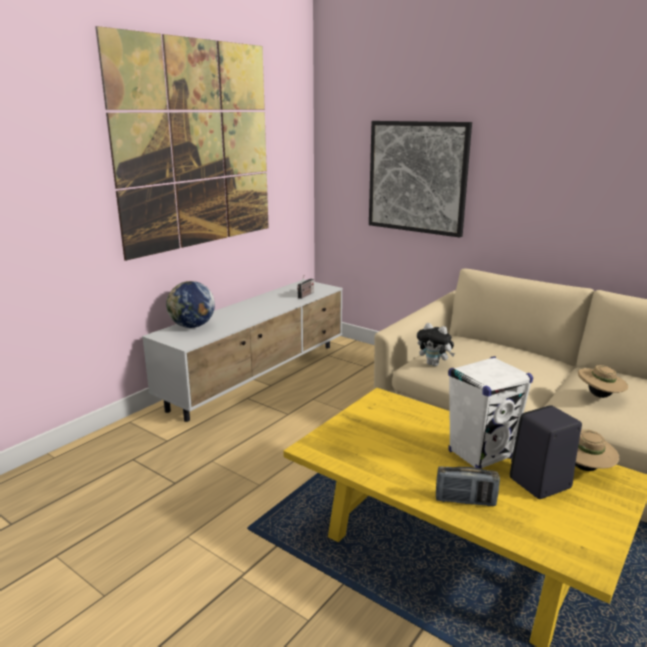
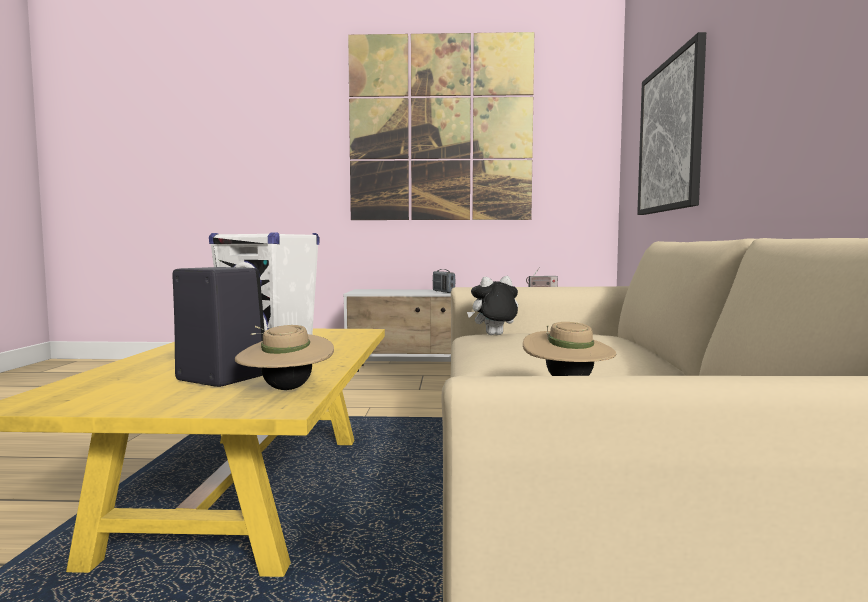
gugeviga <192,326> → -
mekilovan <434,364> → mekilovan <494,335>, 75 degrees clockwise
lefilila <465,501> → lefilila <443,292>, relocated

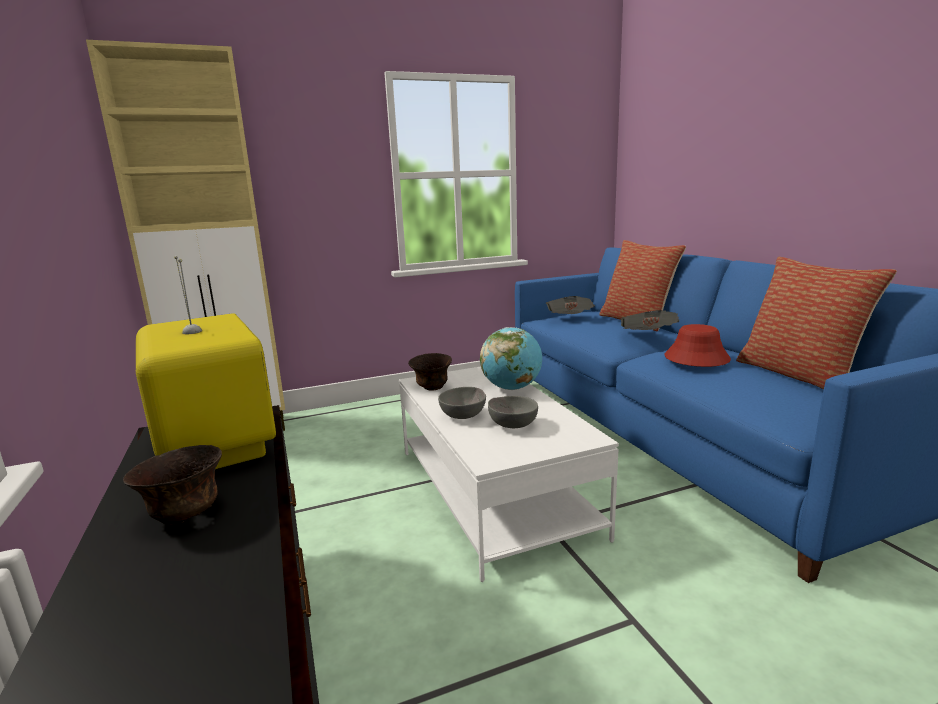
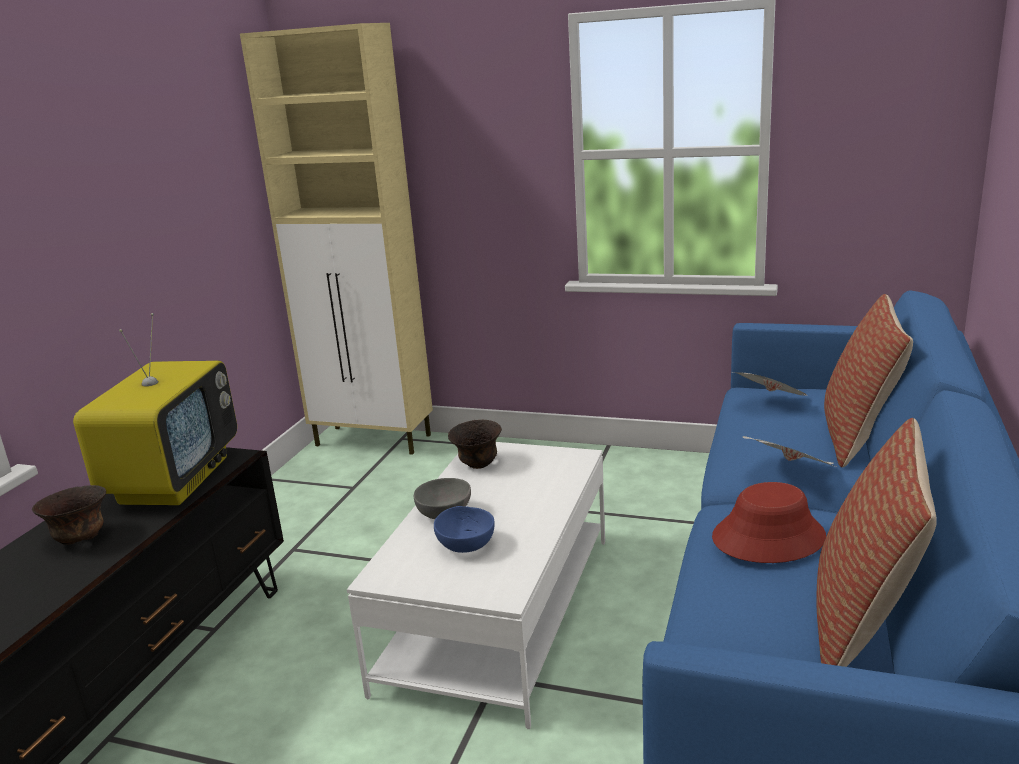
gugeviga <511,388> → -
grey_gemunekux <512,425> → blue_gemunekux <466,545>

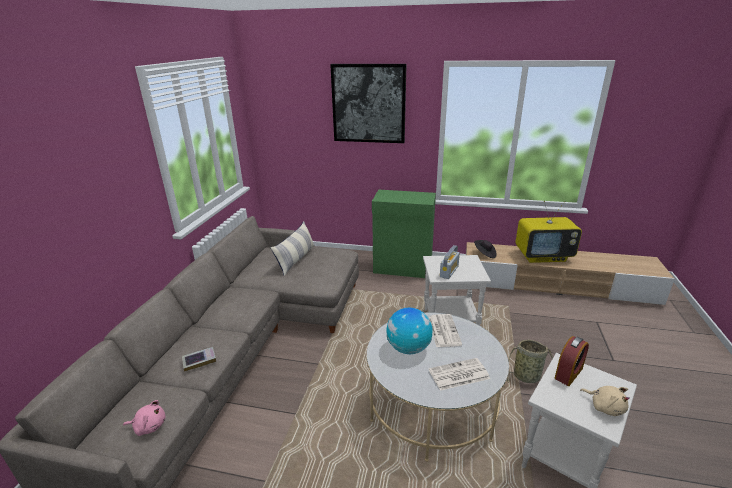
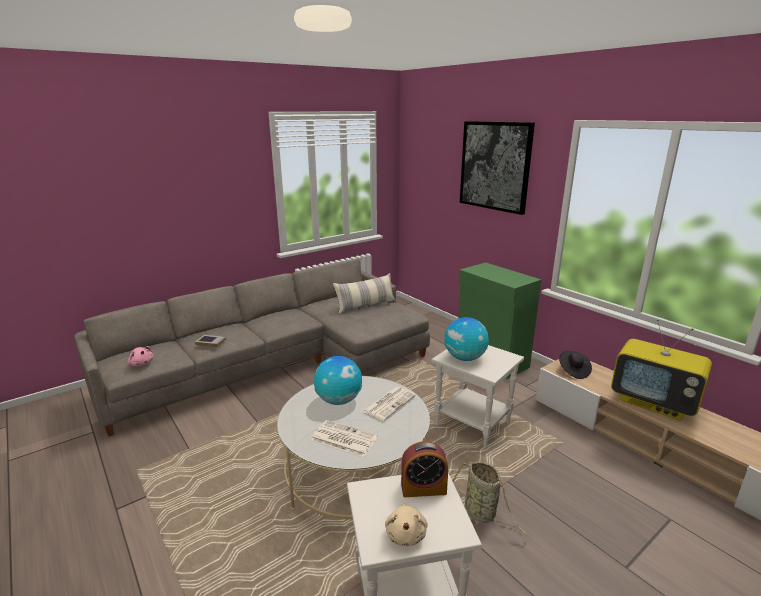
lefilila <449,271> → gugeviga <465,358>

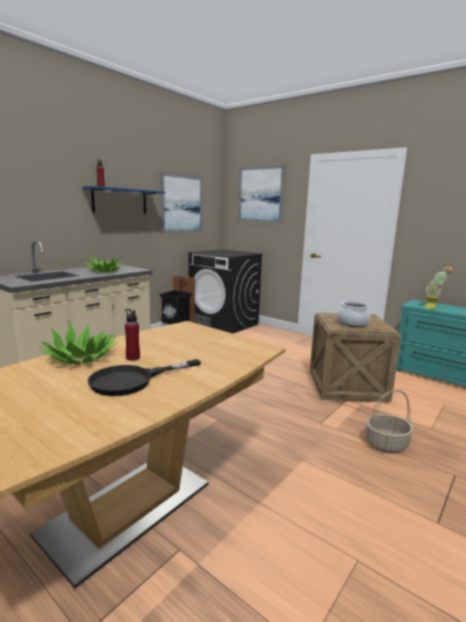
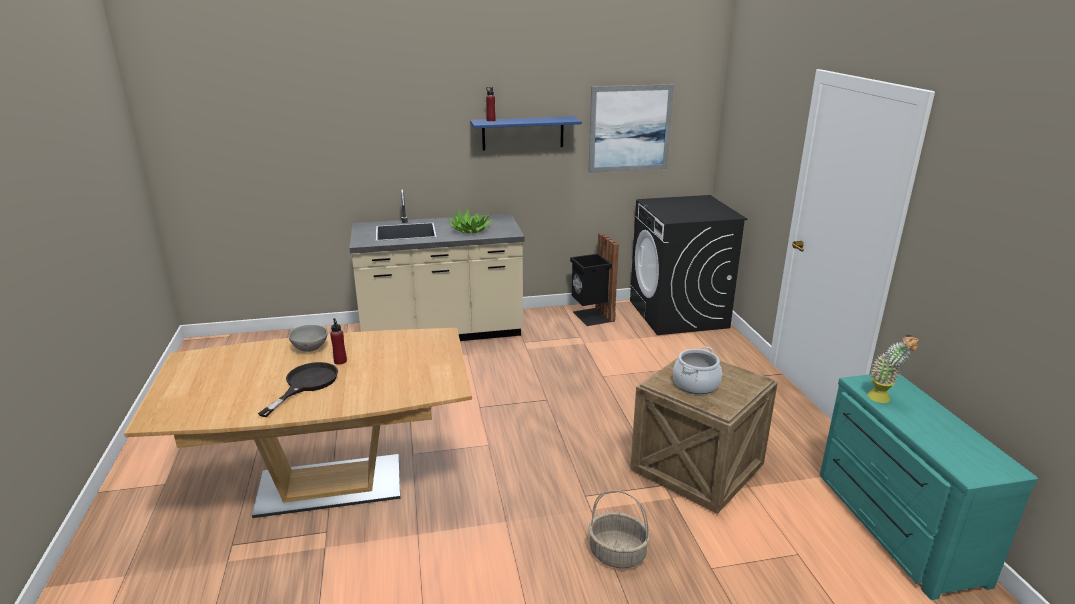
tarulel <260,194> → -
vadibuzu <80,357> → grey_gemunekux <310,348>
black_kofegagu <132,380> → black_kofegagu <306,384>, 105 degrees clockwise

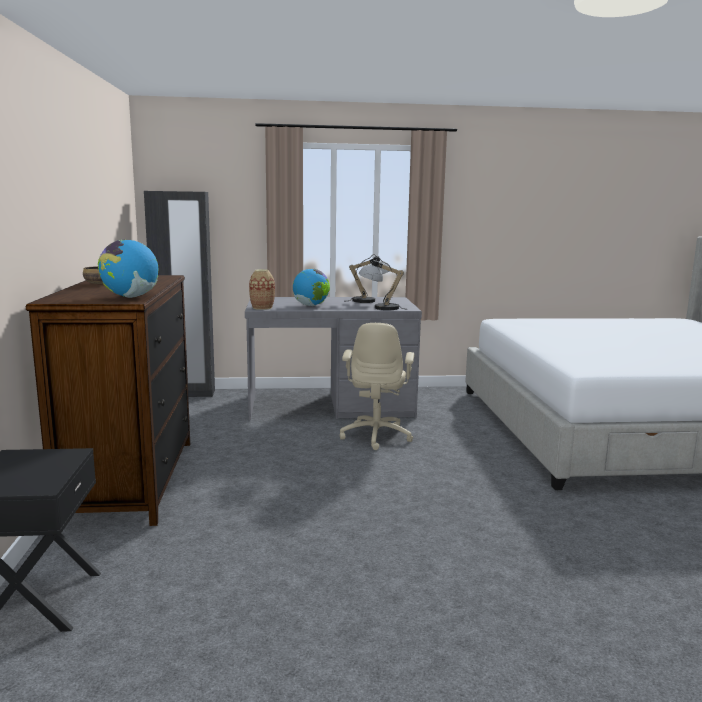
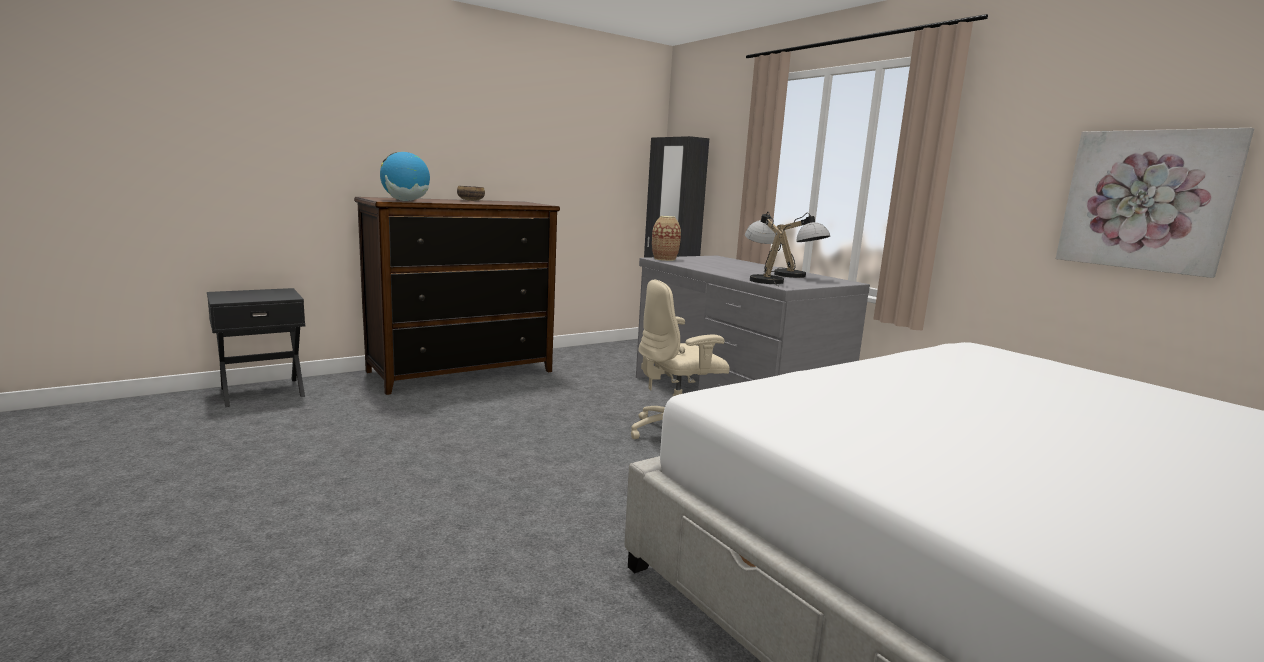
gugeviga <311,305> → -
- → tarulel <1146,200>

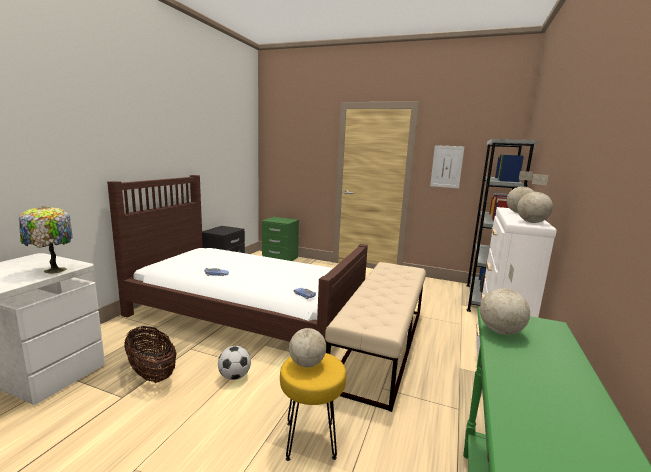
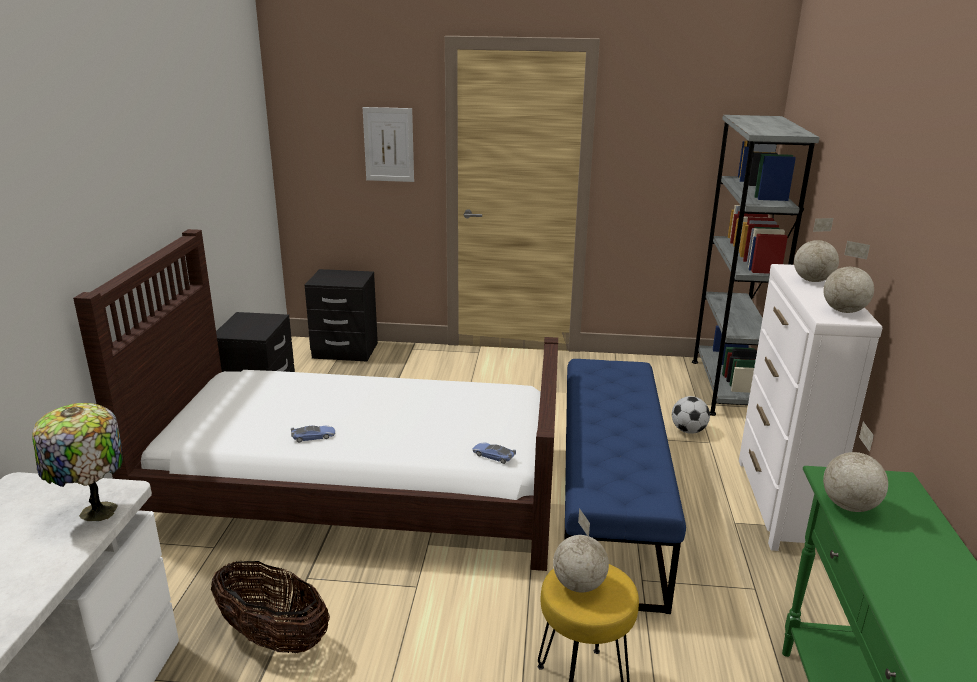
tarulel <446,166> → tarulel <388,144>, relocated
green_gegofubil <280,258> → black_gegofubil <345,351>
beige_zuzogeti <381,345> → blue_zuzogeti <609,505>
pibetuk <234,376> → pibetuk <688,431>, relocated

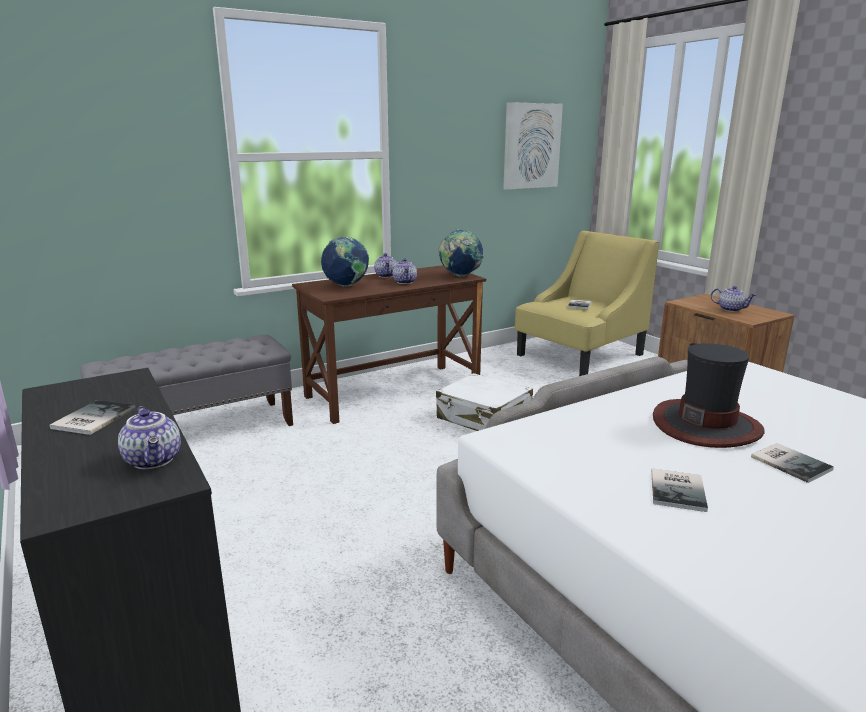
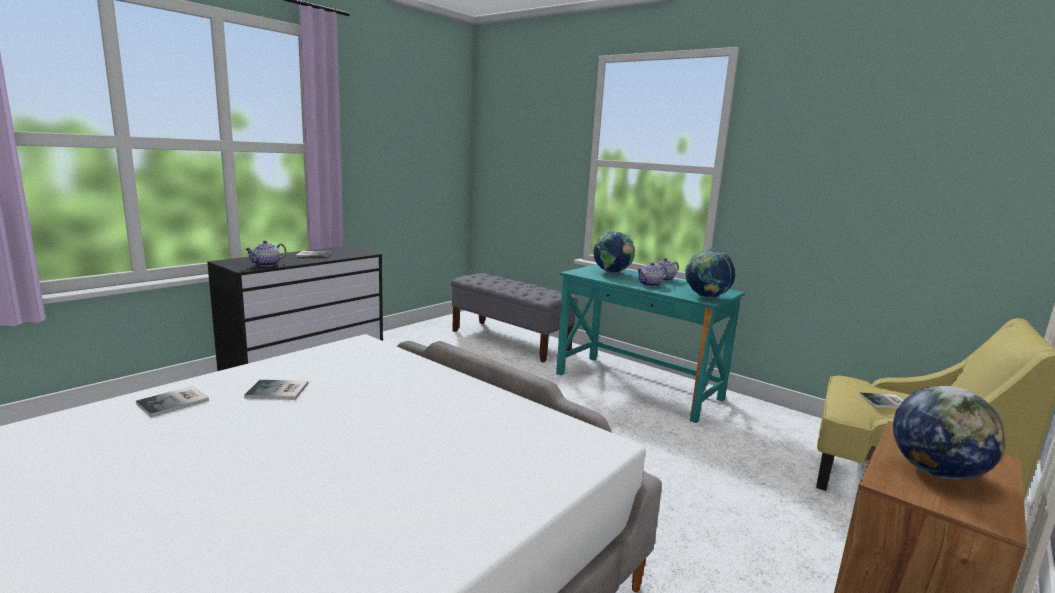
tarulel <531,146> → -
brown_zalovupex <393,392> → turquoise_zalovupex <638,386>
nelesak <731,309> → gugeviga <936,472>
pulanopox <706,425> → -
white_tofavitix <484,418> → -
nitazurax <790,462> → nitazurax <175,402>, relocated

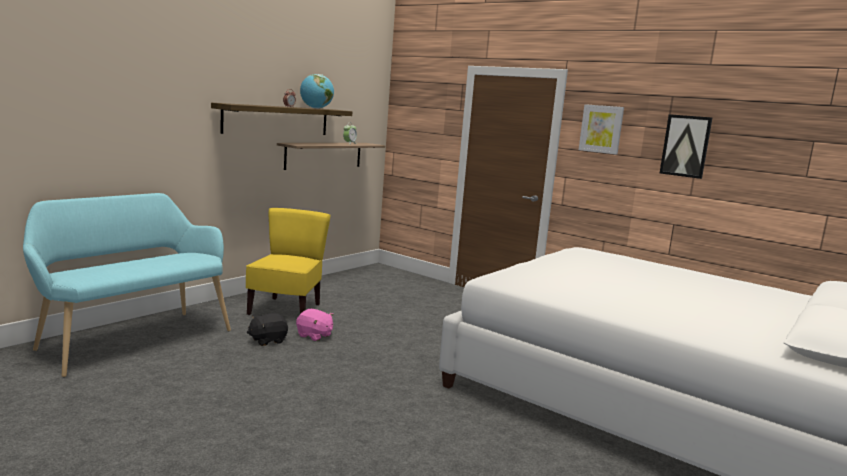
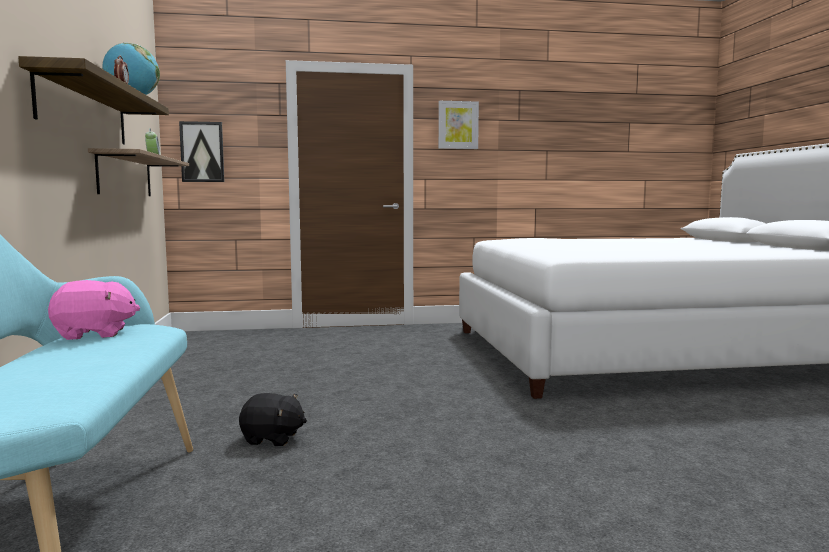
tarulel <685,146> → tarulel <202,152>, relocated
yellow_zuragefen <286,310> → -
pink_mekilovan <314,336> → pink_mekilovan <94,334>, relocated
black_mekilovan <267,340> → black_mekilovan <272,438>, 90 degrees counterclockwise

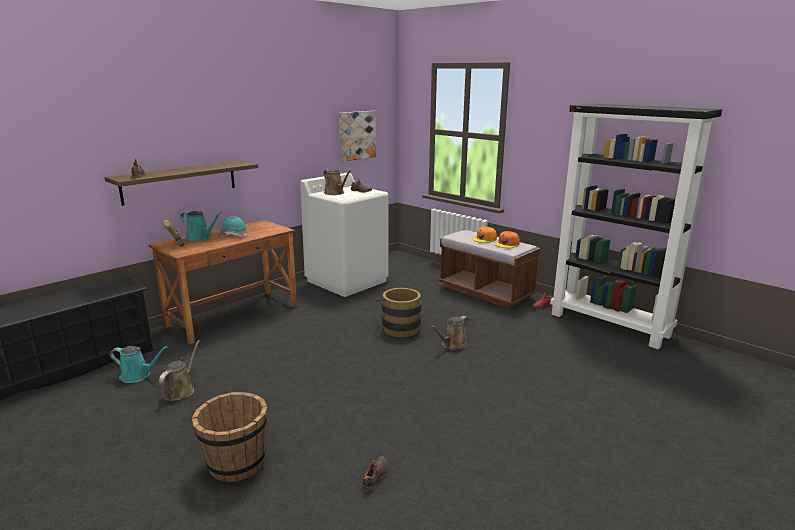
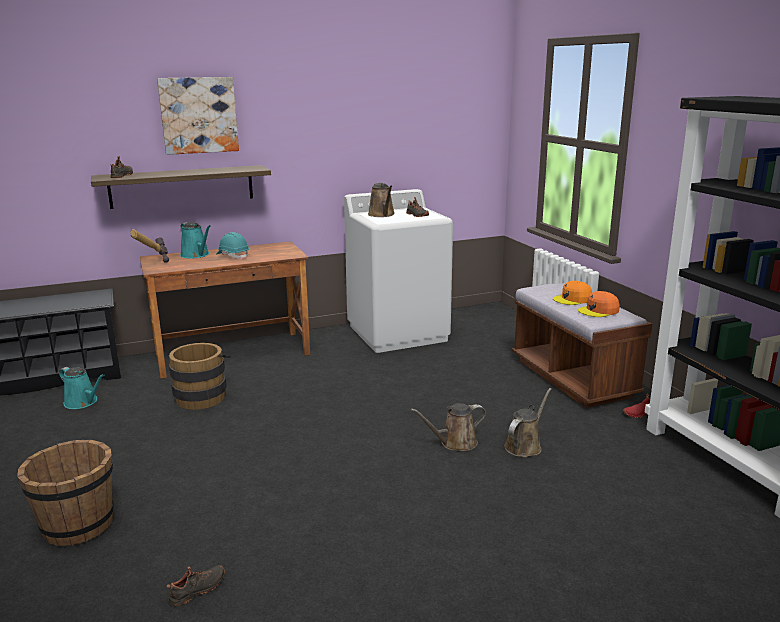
tarulel <357,135> → tarulel <198,115>, relocated
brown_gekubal <399,327> → brown_gekubal <202,396>, relocated
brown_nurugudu <180,390> → brown_nurugudu <525,446>, relocated

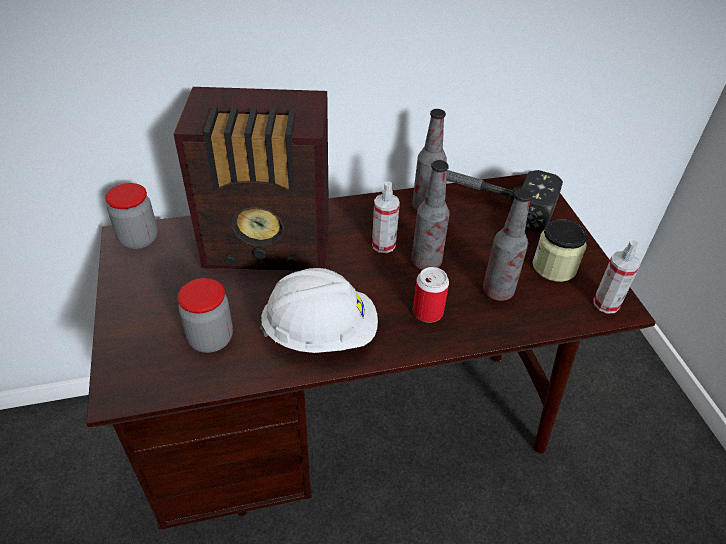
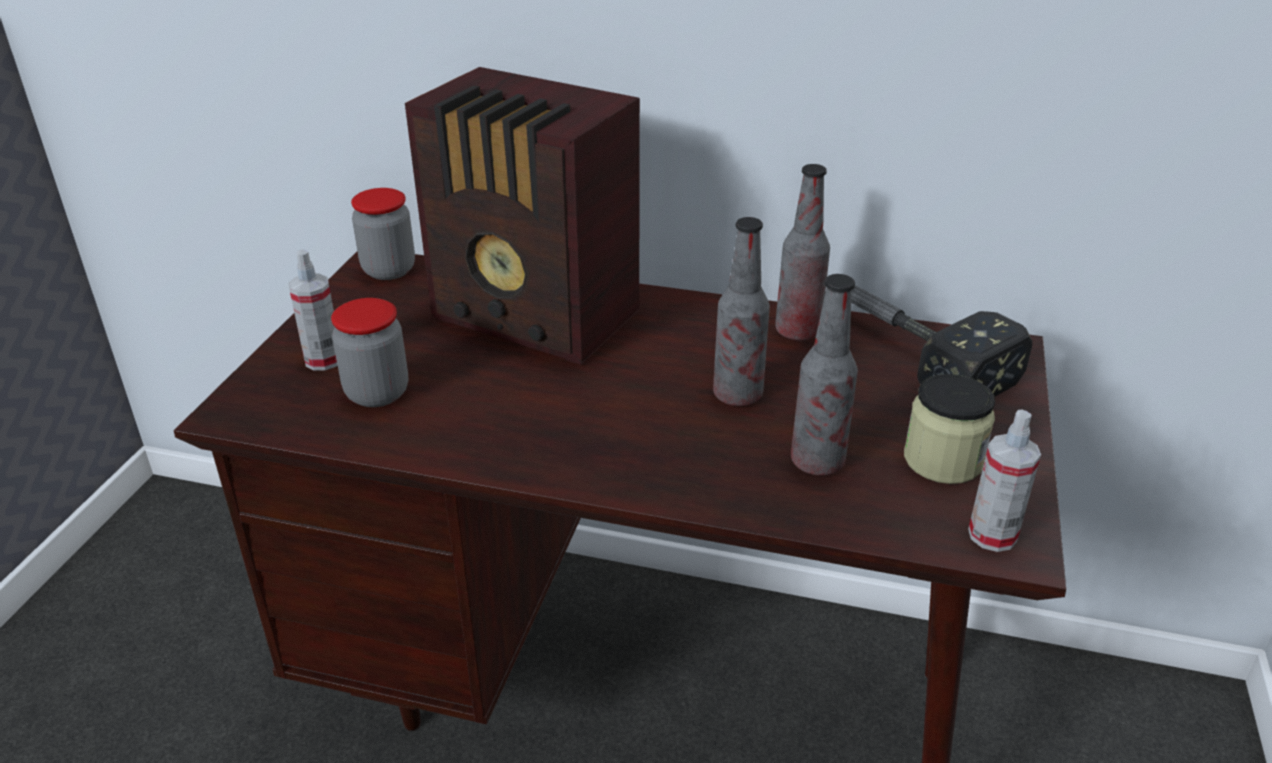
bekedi <383,245> → bekedi <324,360>, relocated
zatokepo <428,312> → -
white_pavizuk <320,333> → -

